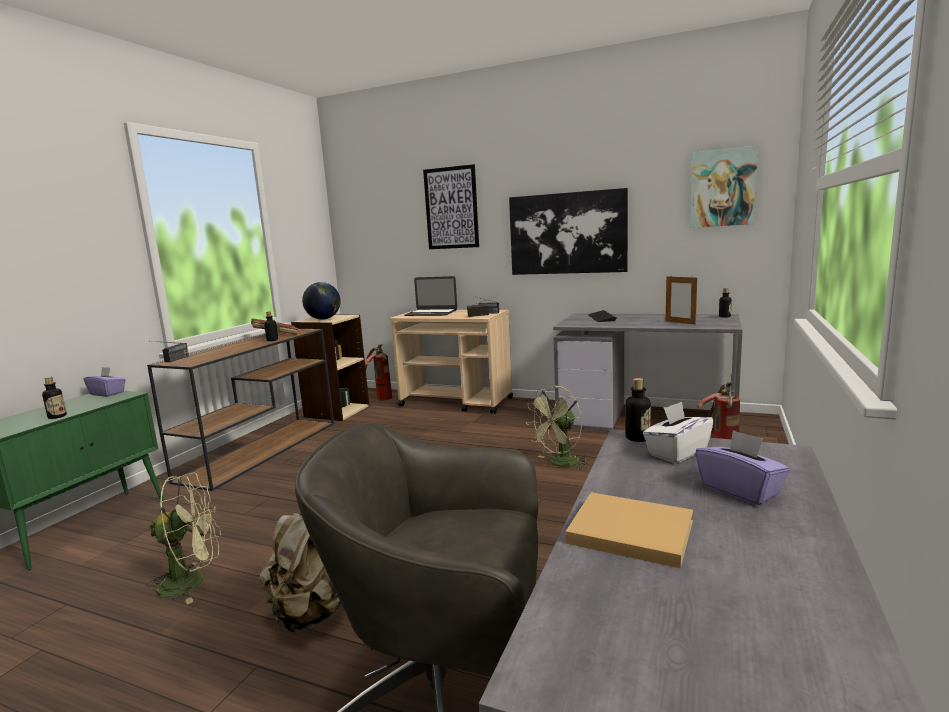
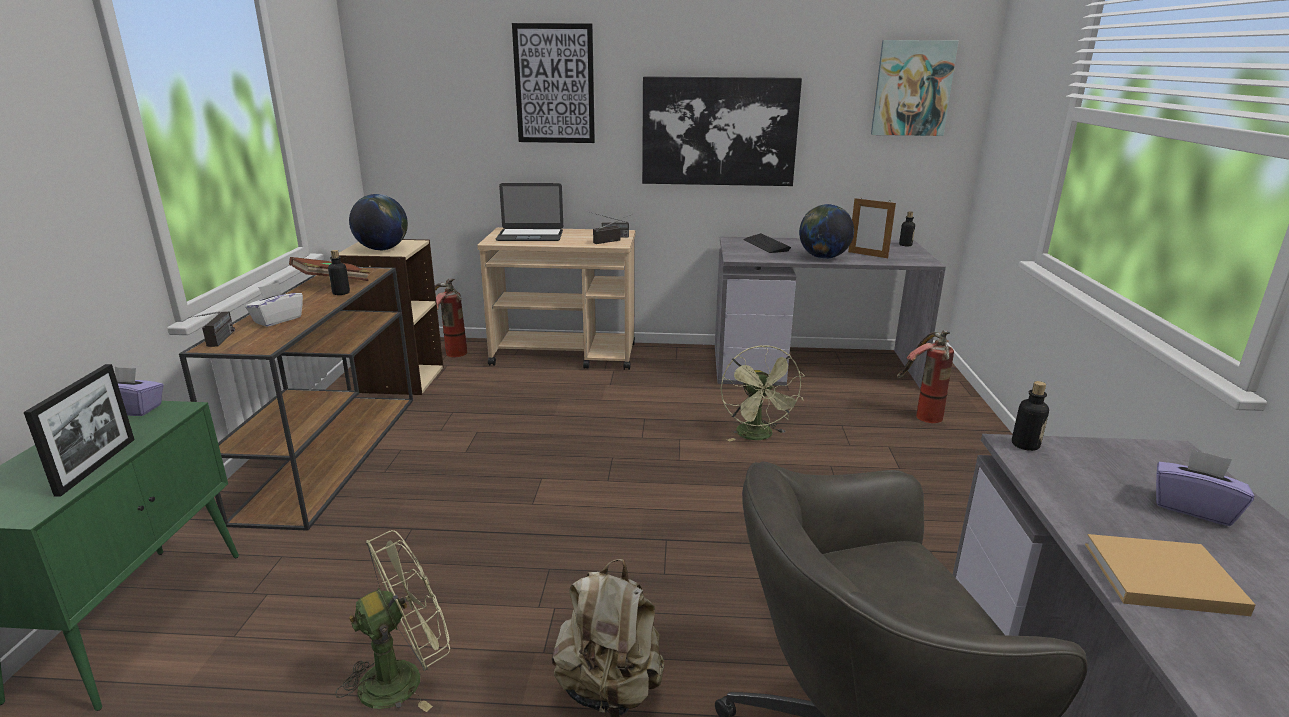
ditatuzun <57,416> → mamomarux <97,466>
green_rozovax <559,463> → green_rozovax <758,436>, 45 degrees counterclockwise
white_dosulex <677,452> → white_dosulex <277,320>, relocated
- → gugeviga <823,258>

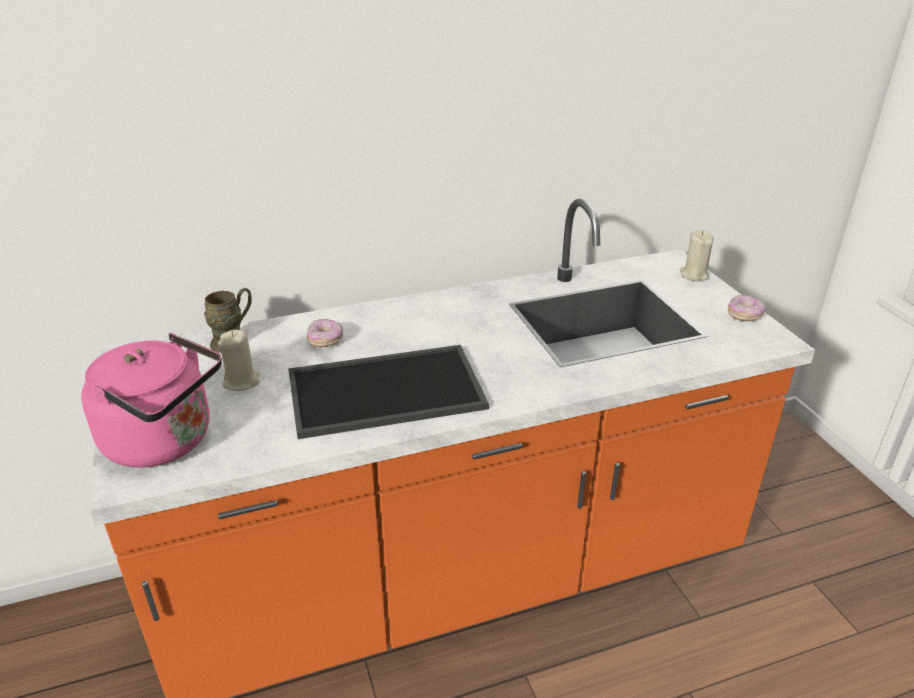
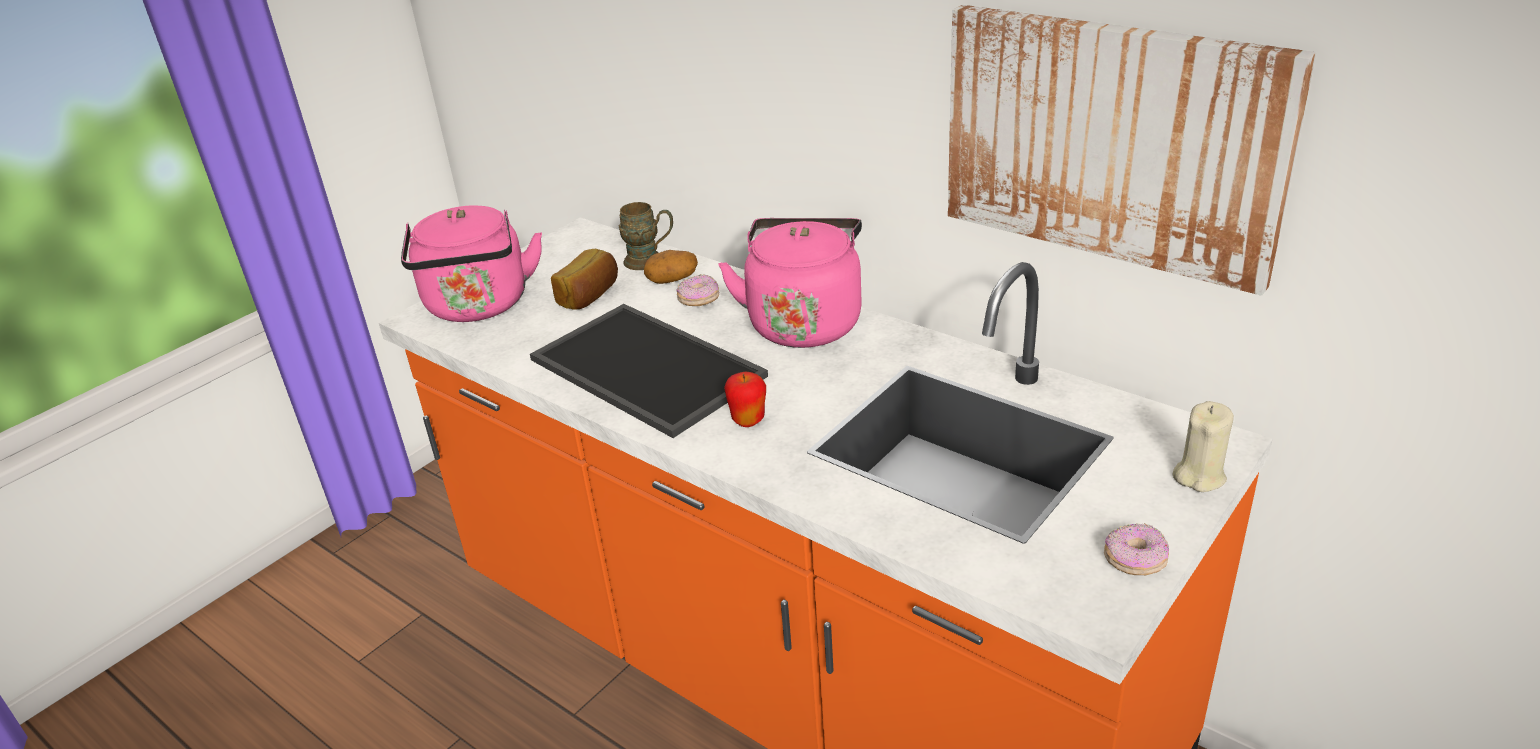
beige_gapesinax <242,381> → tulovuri <590,295>
- → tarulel <1111,141>
- → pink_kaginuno <804,322>
- → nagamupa <672,279>
- → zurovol <748,420>

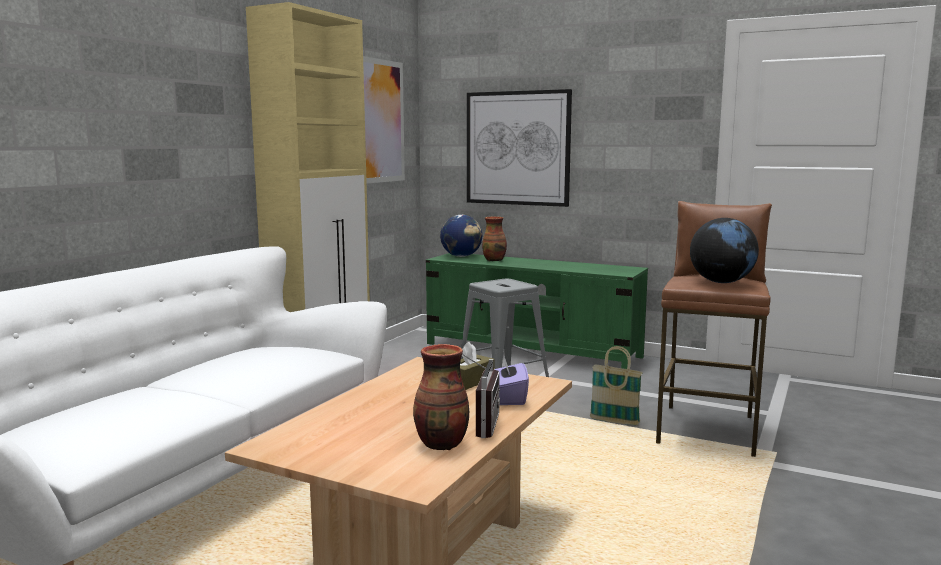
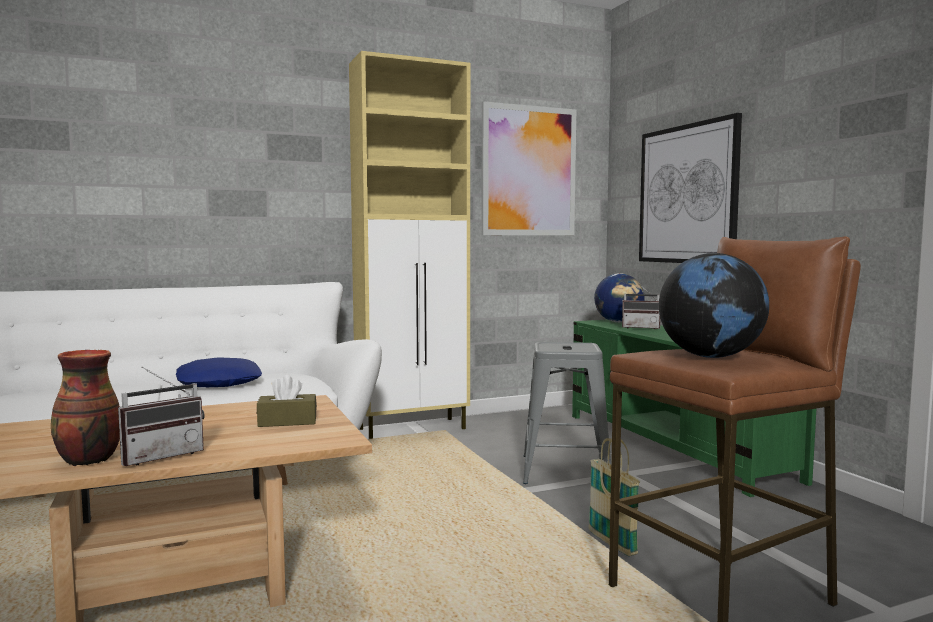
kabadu <494,260> → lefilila <641,328>
purple_dosulex <509,398> → -
- → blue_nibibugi <220,383>

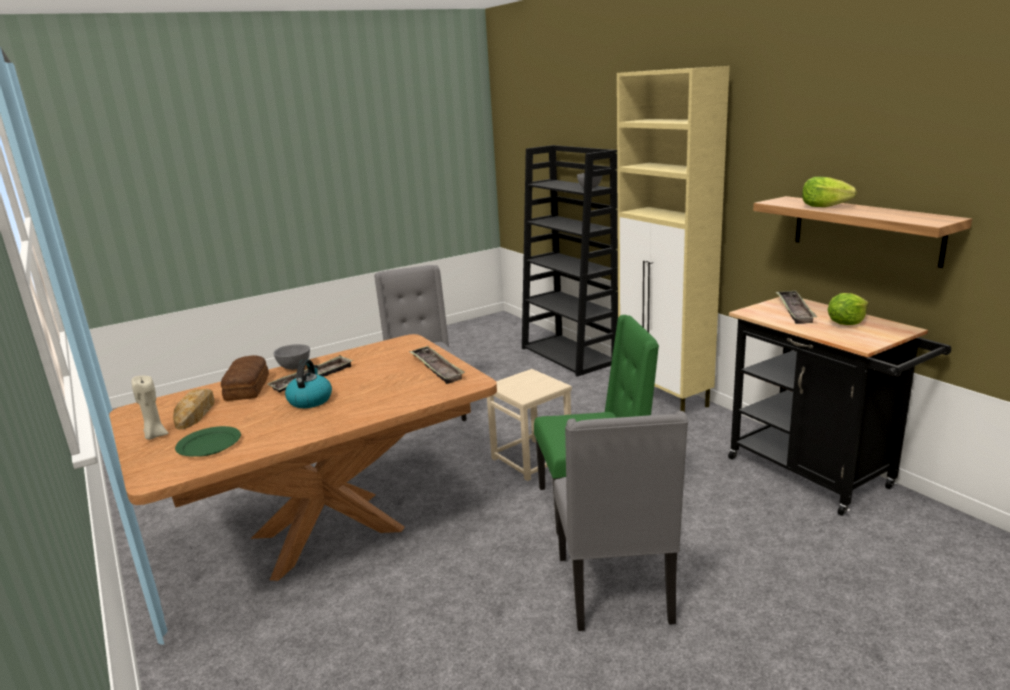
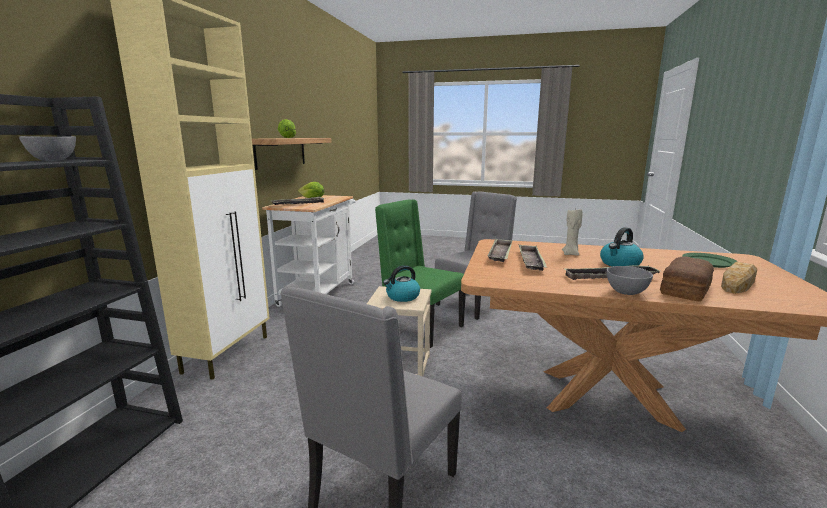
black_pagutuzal <817,476> → white_pagutuzal <319,292>
beige_gapesinax <155,435> → beige_gapesinax <571,254>, relocated
- → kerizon <531,261>
- → kaginuno <402,297>

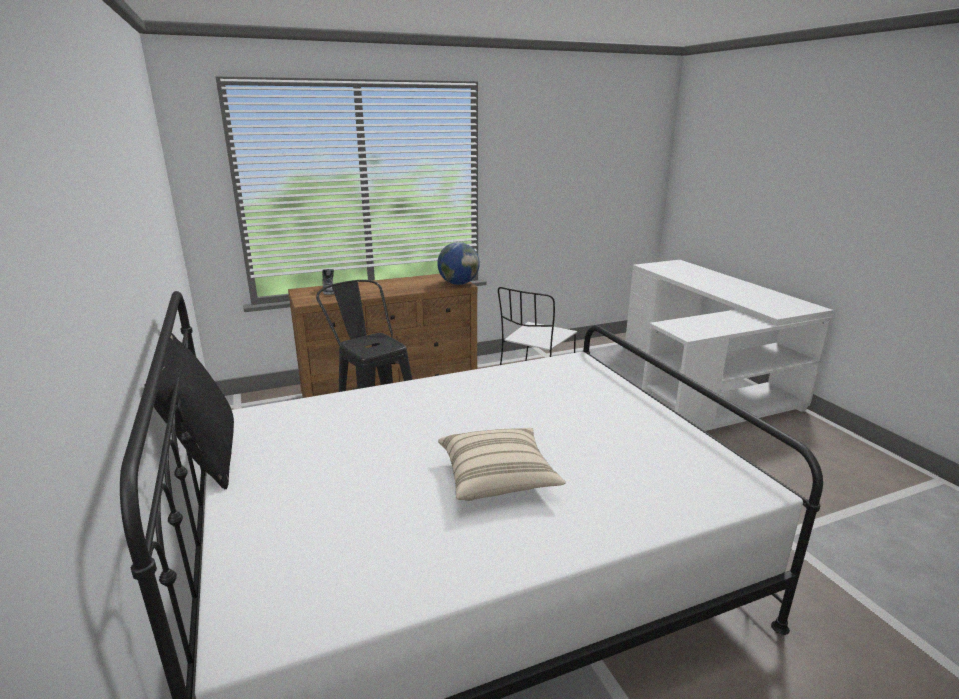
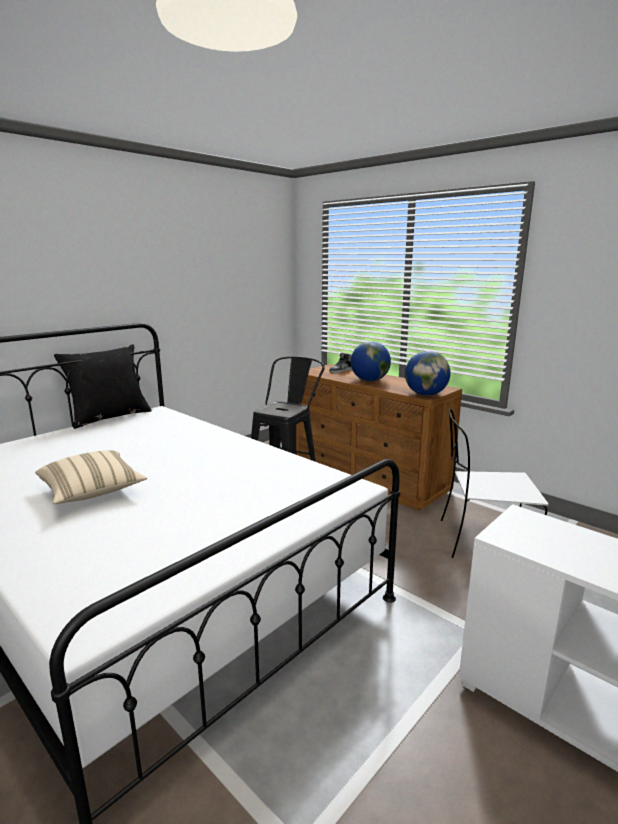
- → gugeviga <369,380>

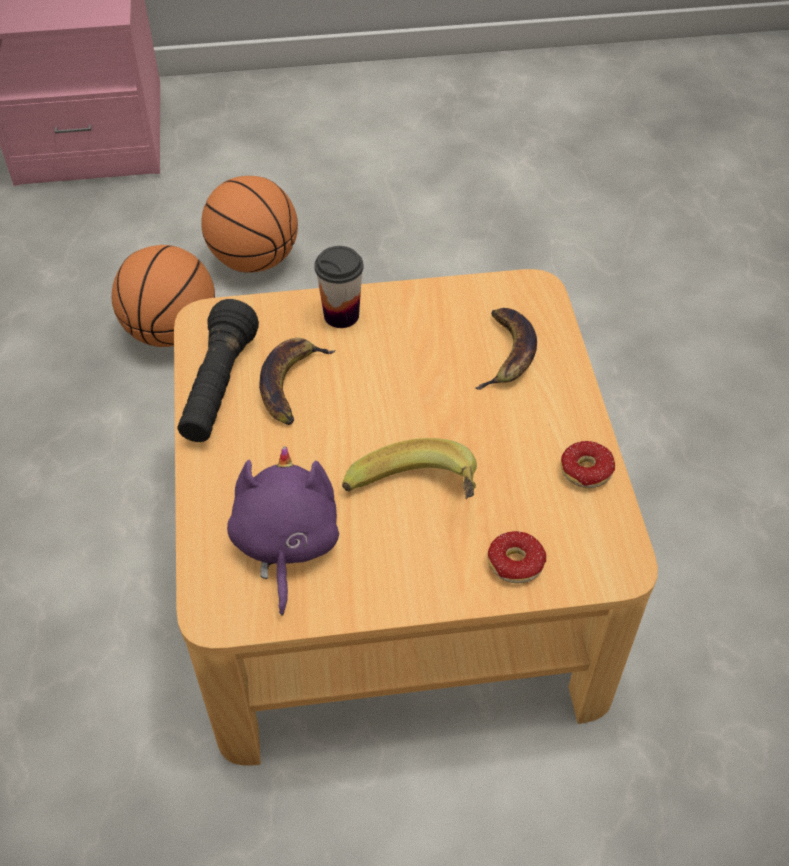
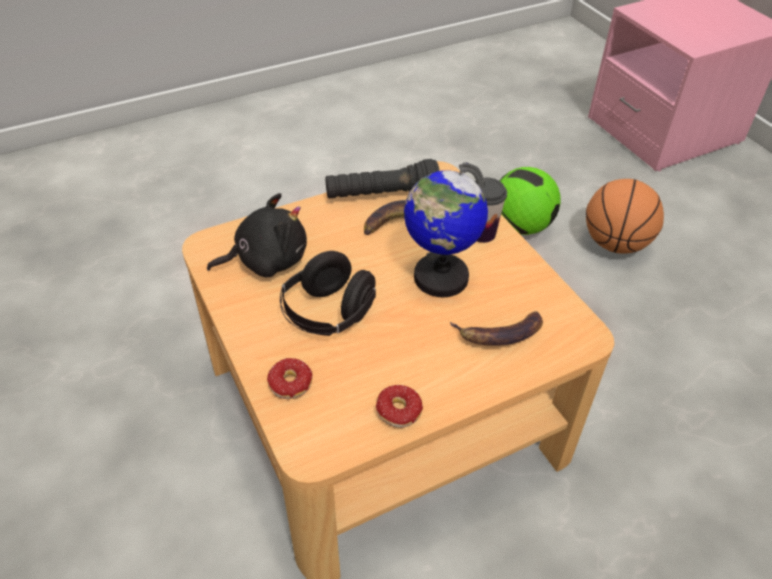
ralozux <171,332> → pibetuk <520,226>
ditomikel <415,499> → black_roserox <328,314>
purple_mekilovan <285,544> → black_mekilovan <266,260>
- → gugeviga <440,277>

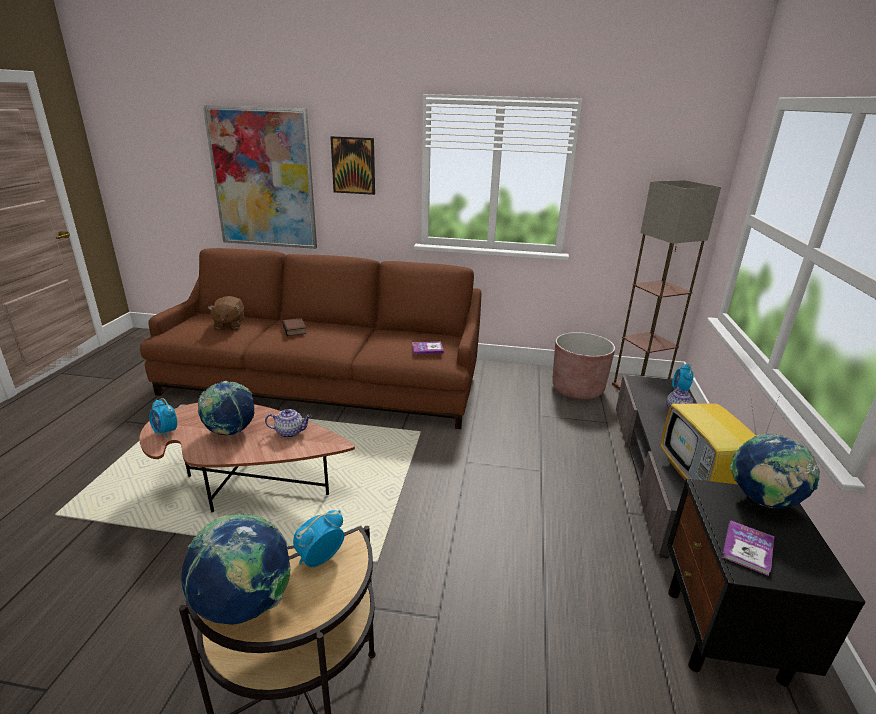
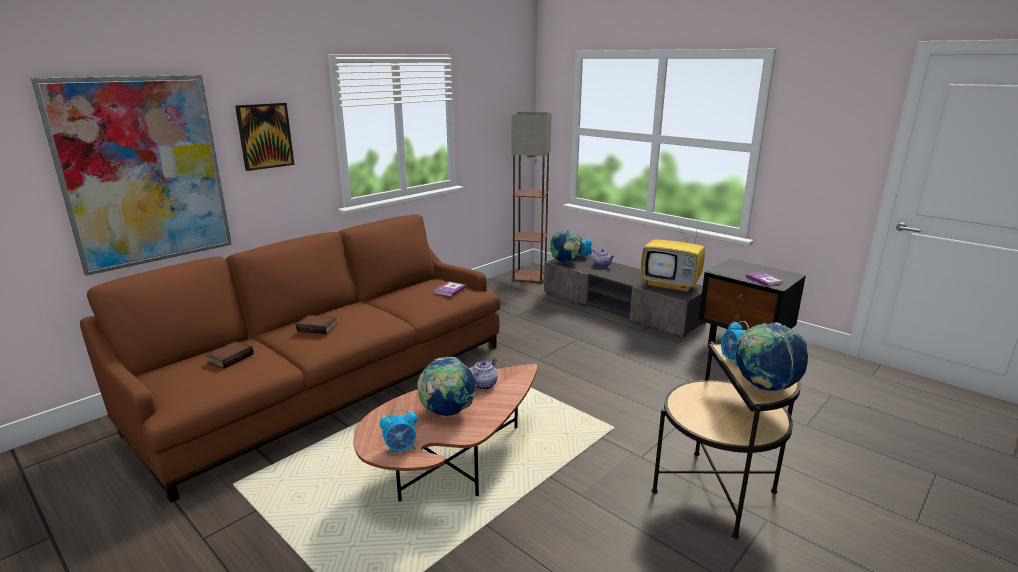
brown_mekilovan <229,324> → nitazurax <230,358>
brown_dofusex <577,389> → -
gugeviga <762,501> → gugeviga <565,262>, relocated

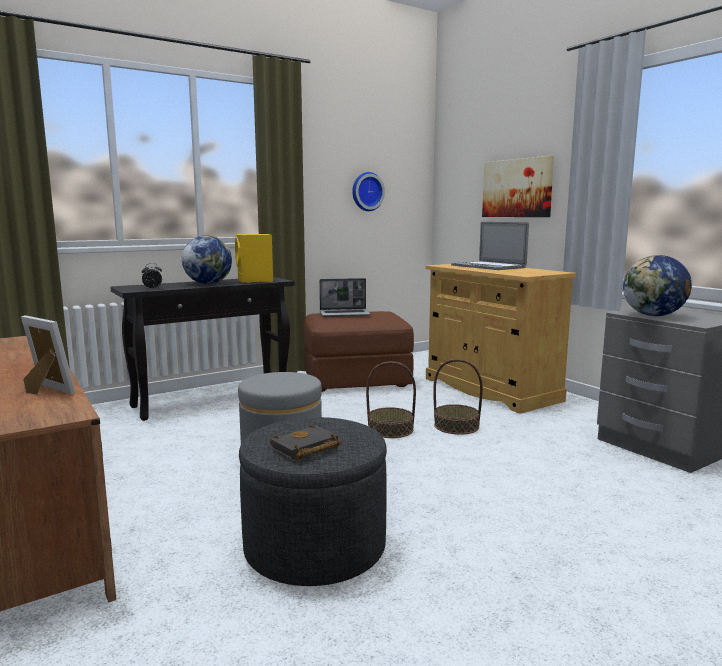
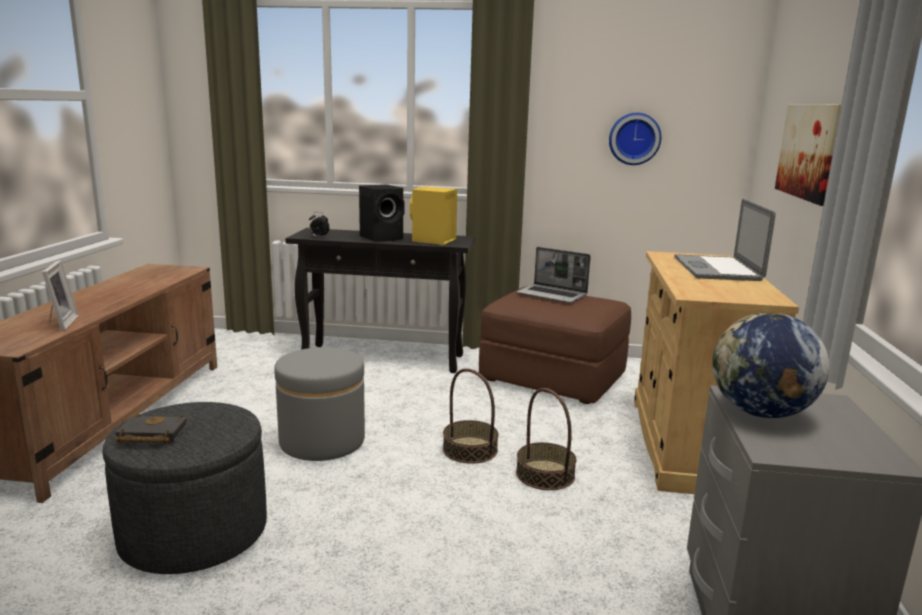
gugeviga <208,283> → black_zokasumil <383,238>

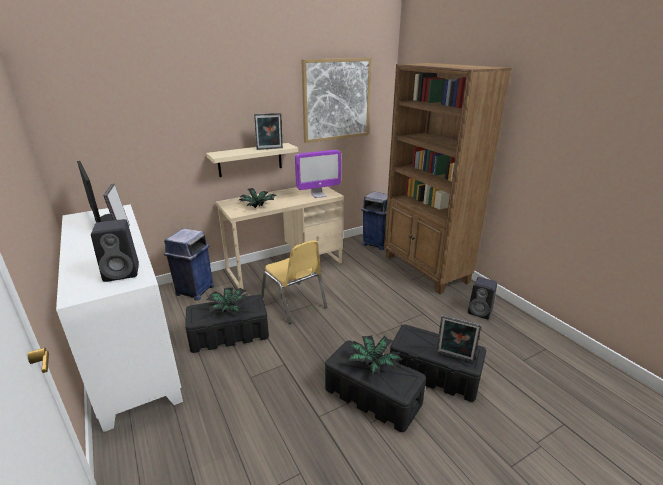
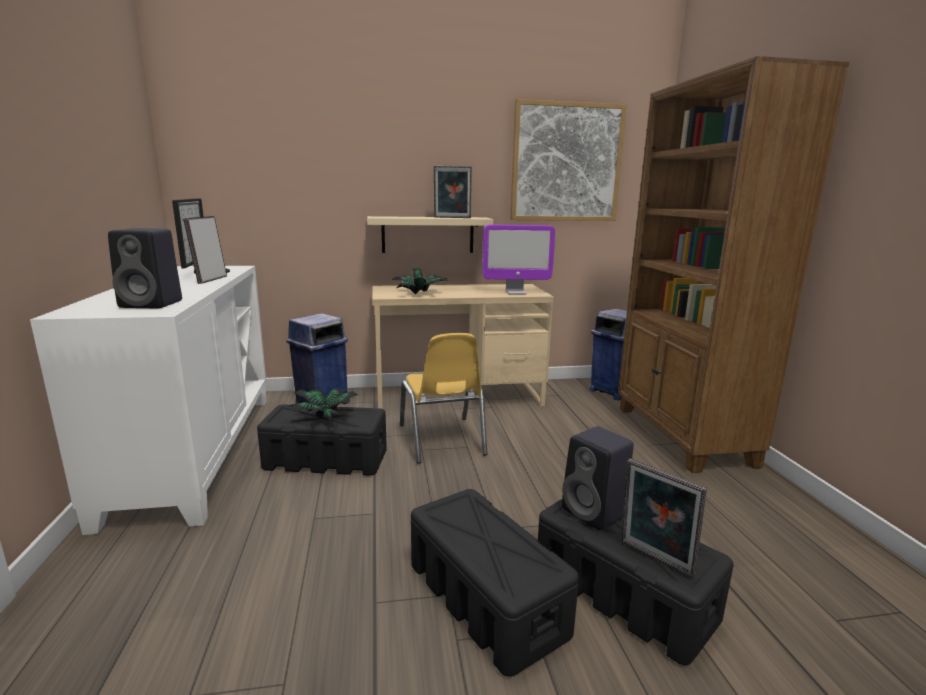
black_zokasumil <480,312> → black_zokasumil <595,513>, relocated
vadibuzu <372,365> → -

